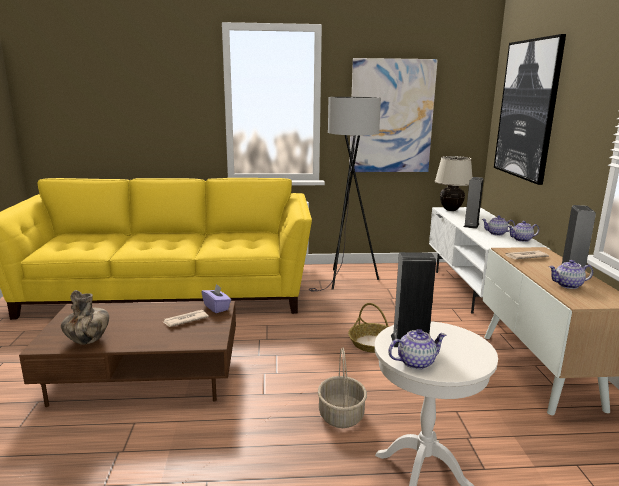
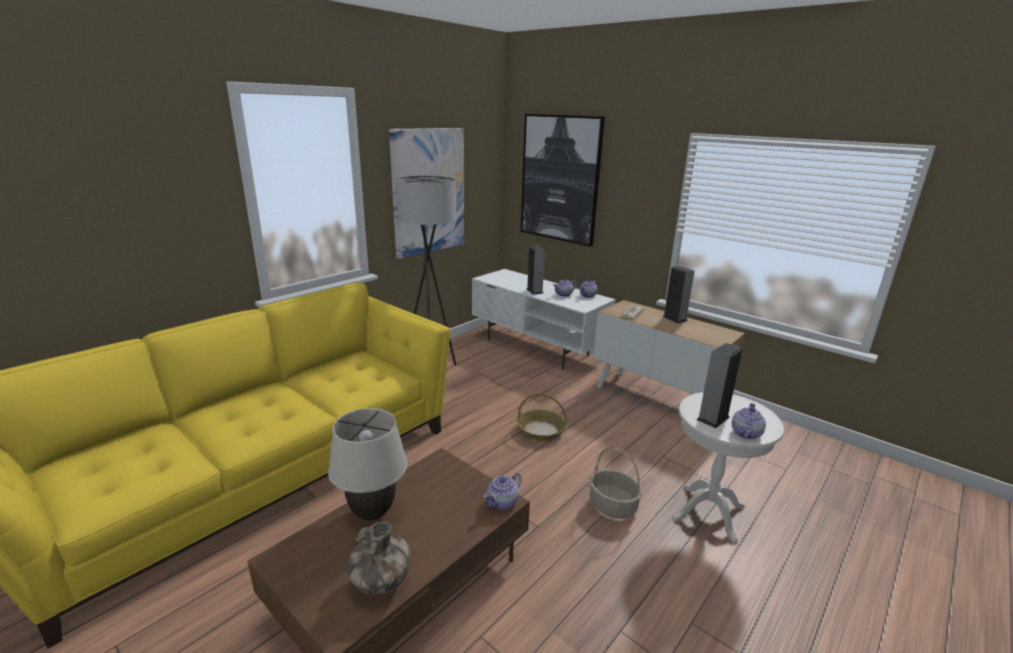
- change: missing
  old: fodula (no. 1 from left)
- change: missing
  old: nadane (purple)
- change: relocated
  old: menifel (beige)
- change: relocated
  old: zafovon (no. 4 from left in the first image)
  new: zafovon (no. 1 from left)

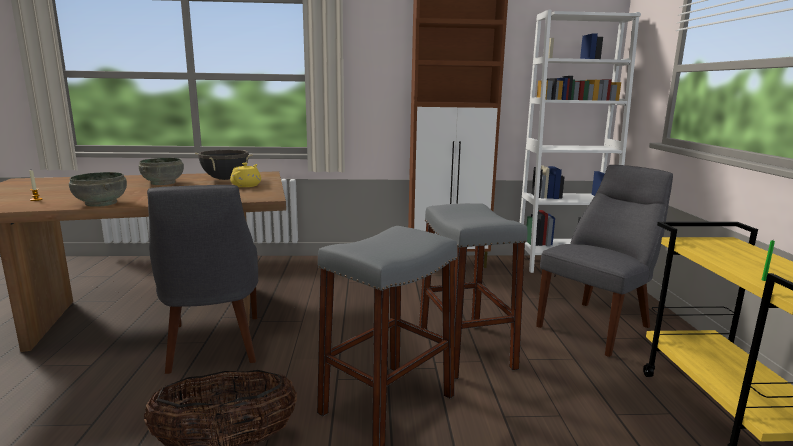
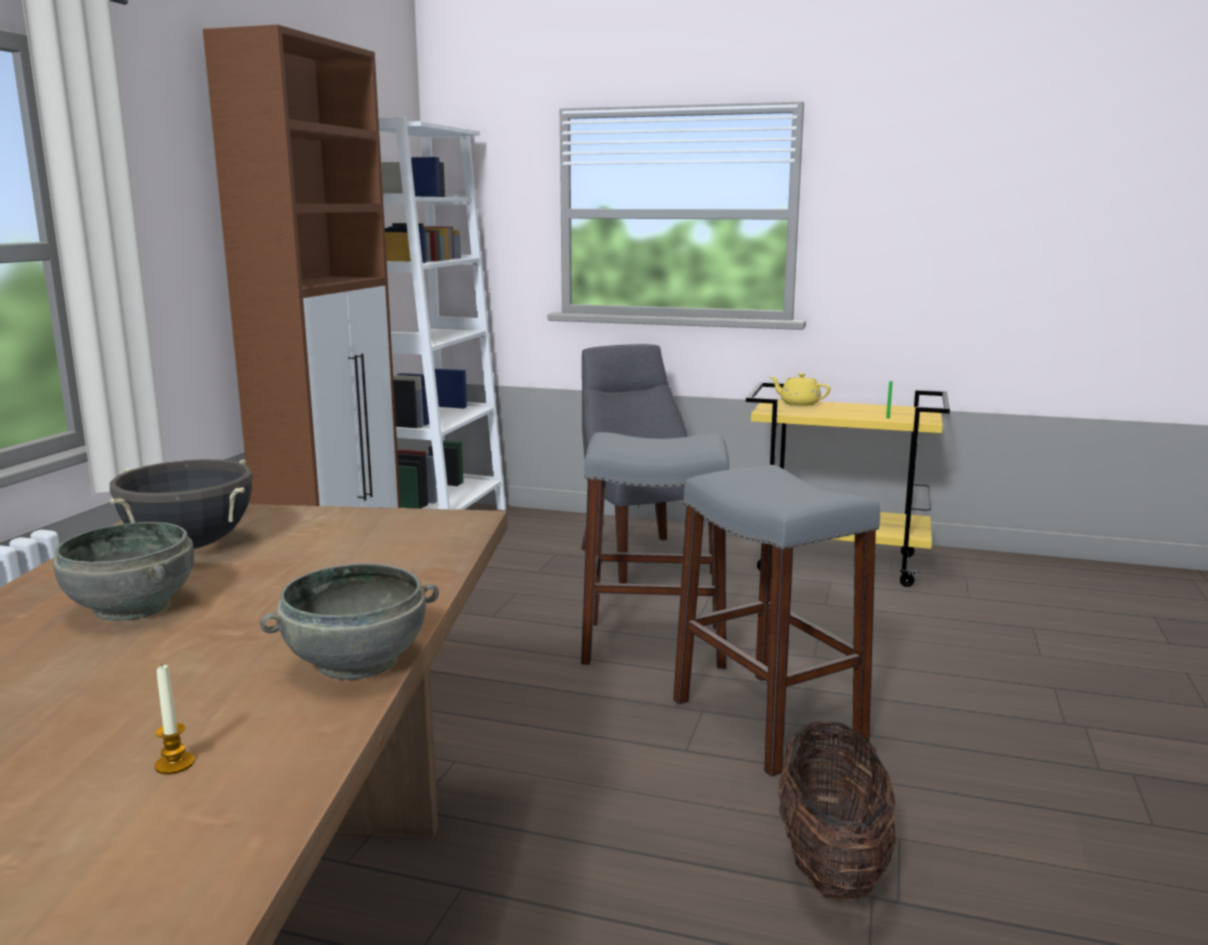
- change: missing
  old: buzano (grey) (no. 1 from left)
- change: relocated
  old: zafovon (yellow)

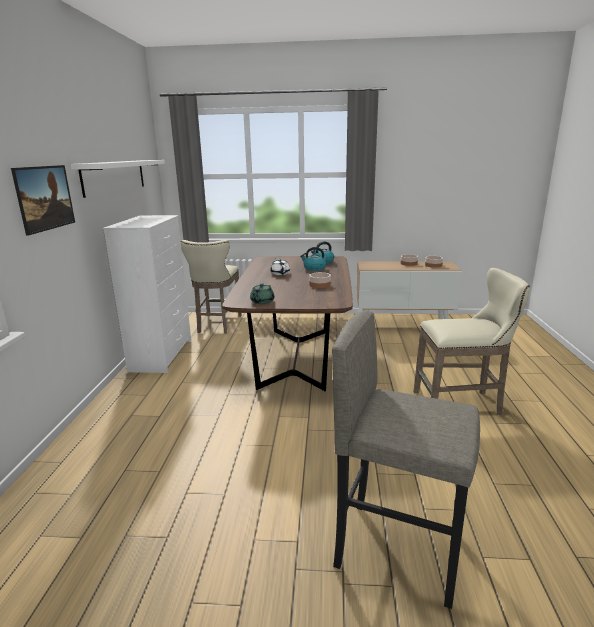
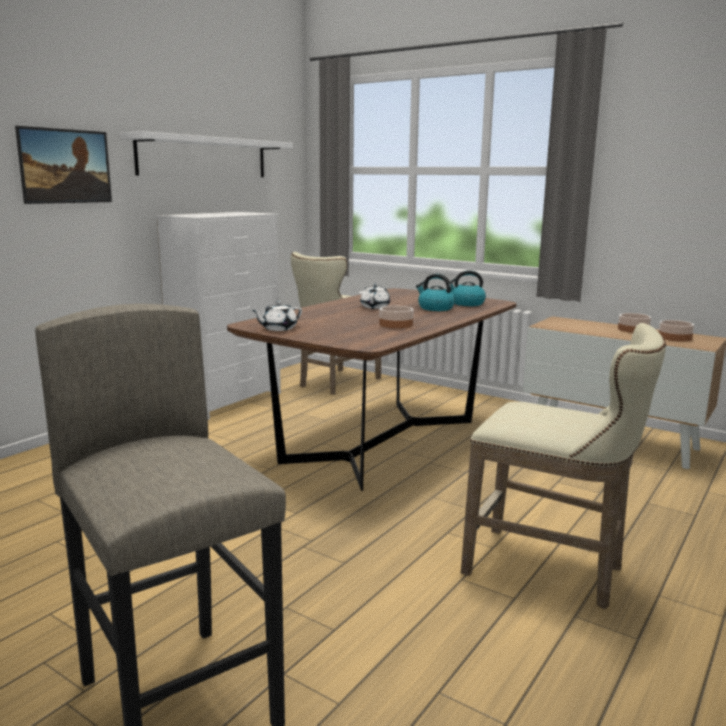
- change: colour
  old: zafovon (green)
  new: zafovon (white) (no. 1 from left)

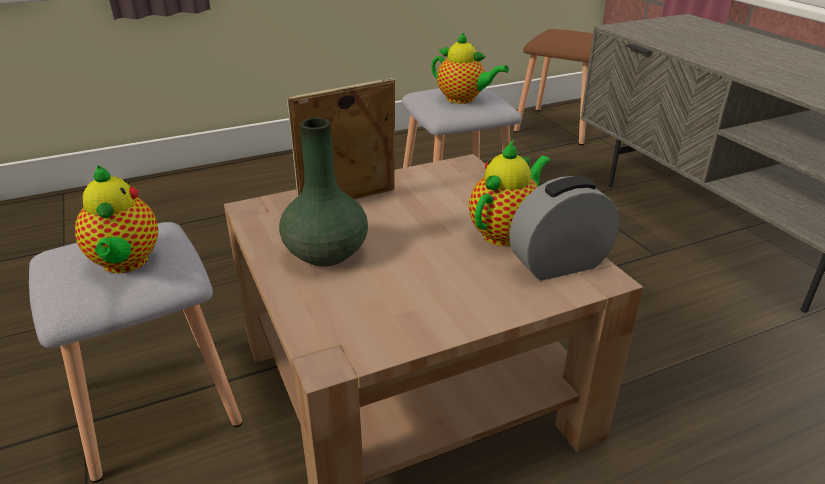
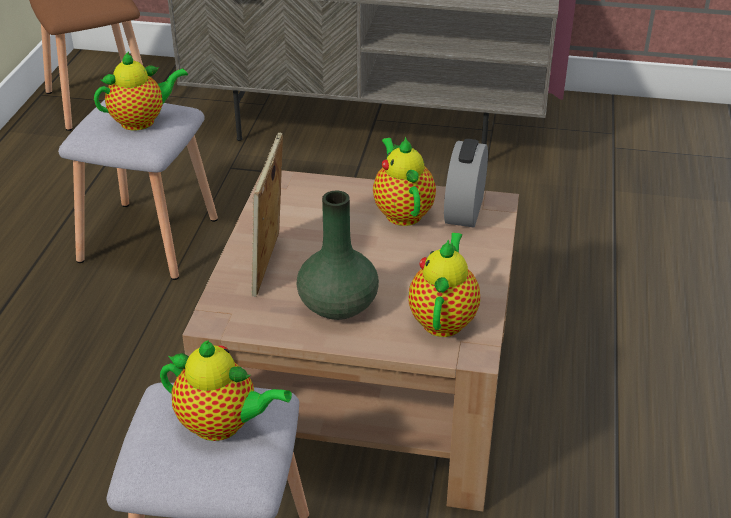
- change: appeared
  new: zafovon (no. 4 from left)

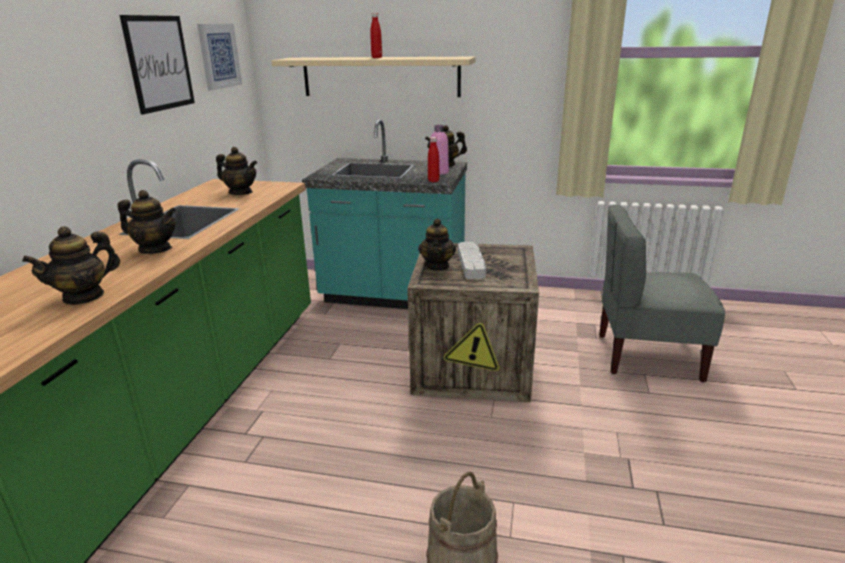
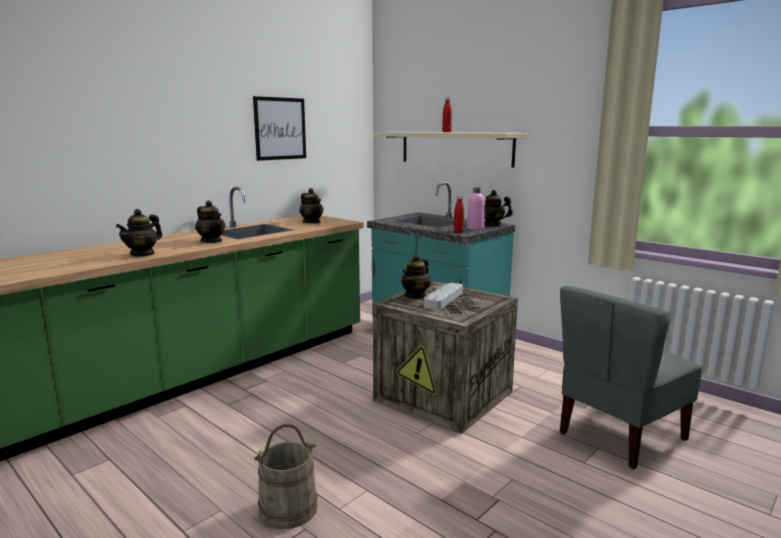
- change: spun
  old: zafovon (no. 1 from left)
  degrees: -45
- change: missing
  old: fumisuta (no. 2 from left)
- change: spun
  old: buzano (grey)
  degrees: -75

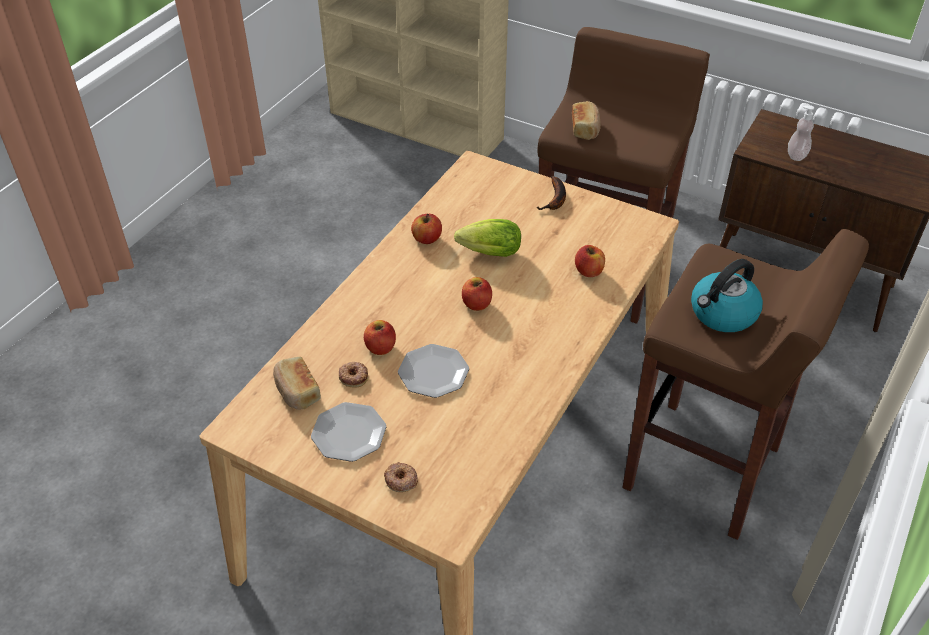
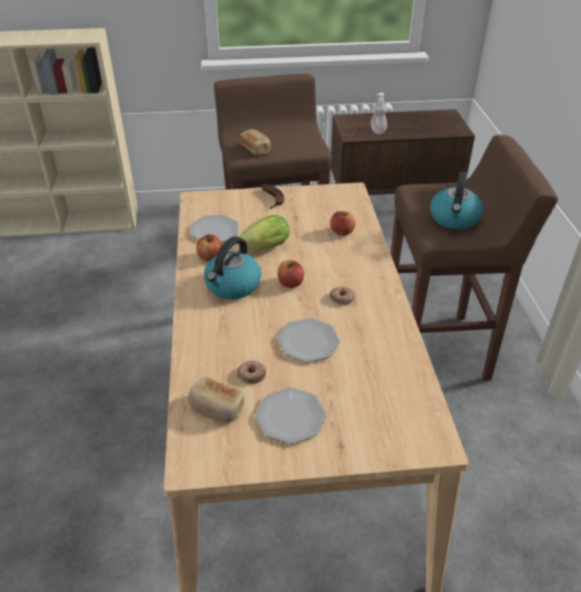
- change: missing
  old: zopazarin (no. 1 from left)
- change: relocated
  old: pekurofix (no. 2 from left)
- change: appeared
  new: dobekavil (no. 1 from left)
- change: appeared
  new: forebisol (no. 1 from left)

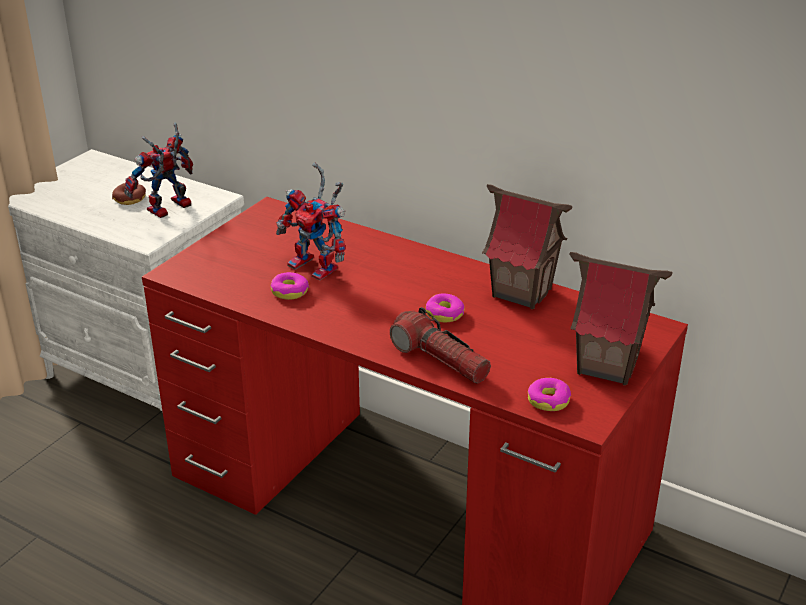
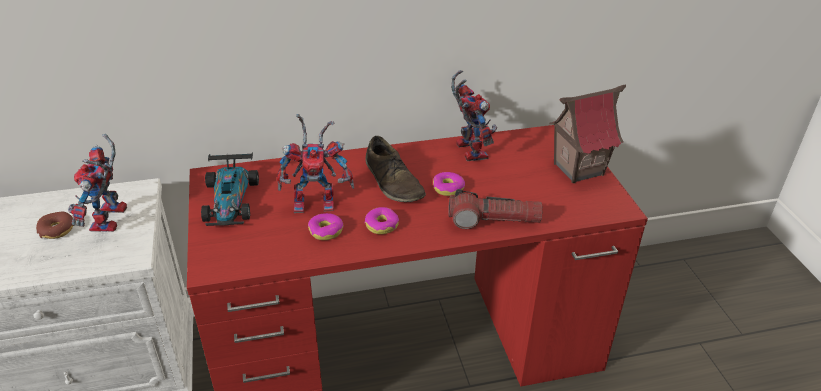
- change: exchanged
  old: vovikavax (no. 1 from left)
  new: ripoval (no. 3 from left)
- change: relocated
  old: pekurofix (no. 4 from left in the first image)
  new: pekurofix (no. 3 from left)
- change: appeared
  new: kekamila
- change: appeared
  new: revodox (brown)

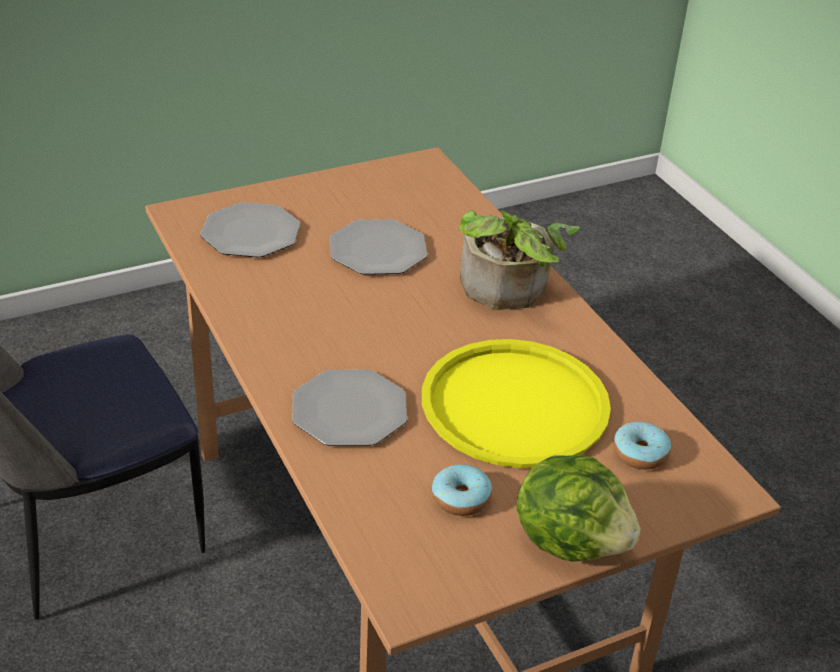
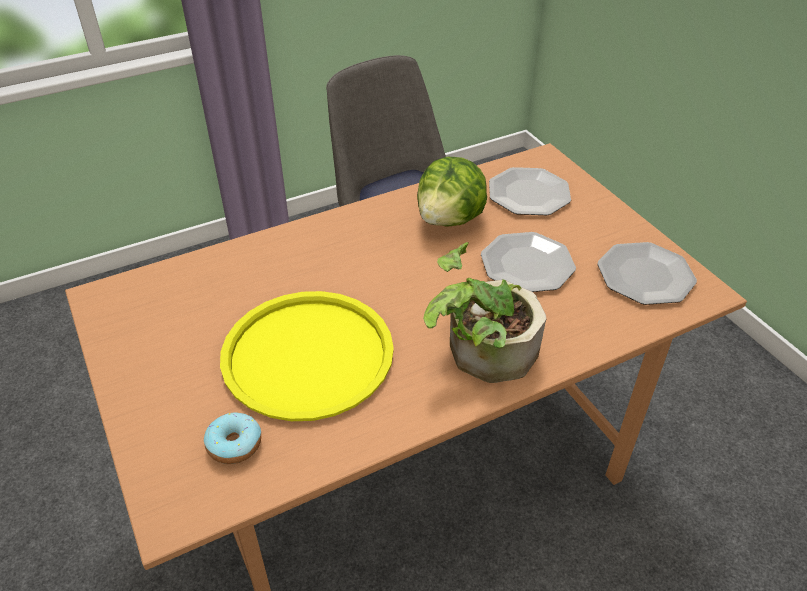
- change: relocated
  old: dobekavil (no. 2 from left in the first image)
  new: dobekavil (no. 3 from left)
- change: missing
  old: pekurofix (no. 1 from left)
- change: relocated
  old: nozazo

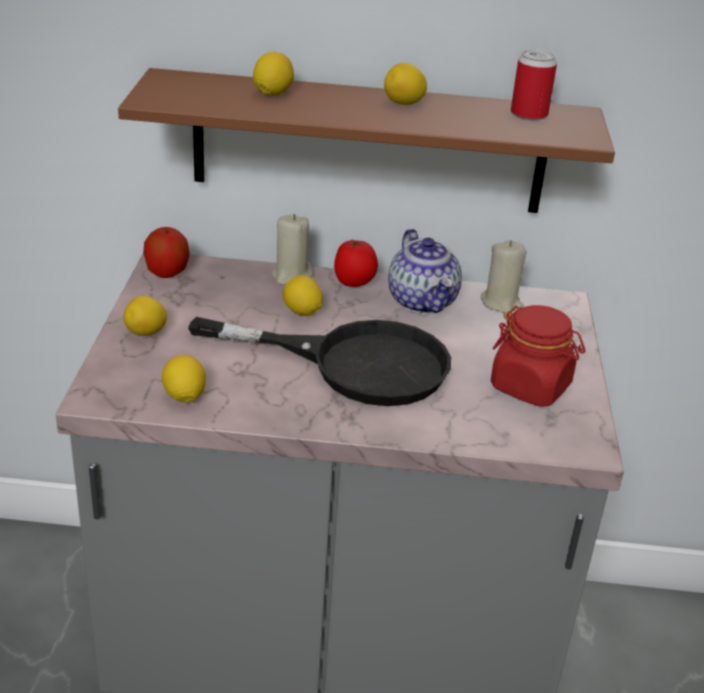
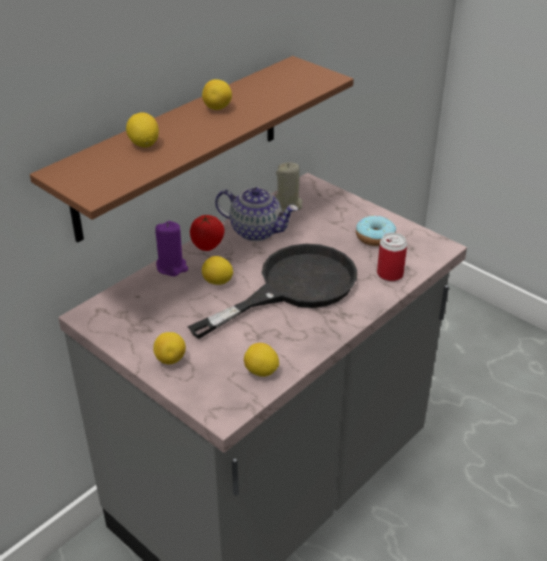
- change: missing
  old: zopazarin
- change: colour
  old: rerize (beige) (no. 1 from left)
  new: rerize (purple)
- change: exchanged
  old: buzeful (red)
  new: pekurofix
- change: relocated
  old: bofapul

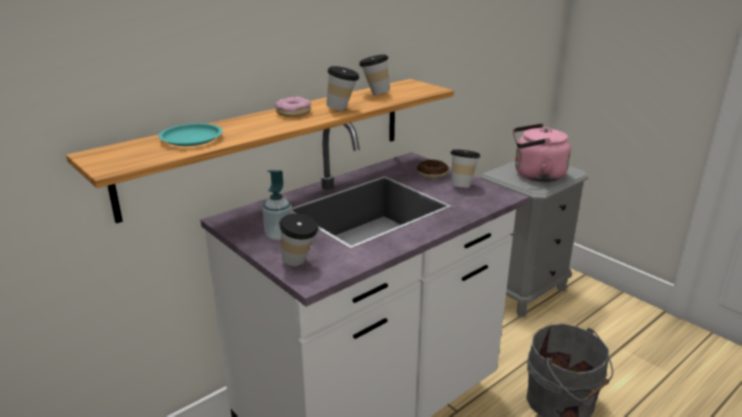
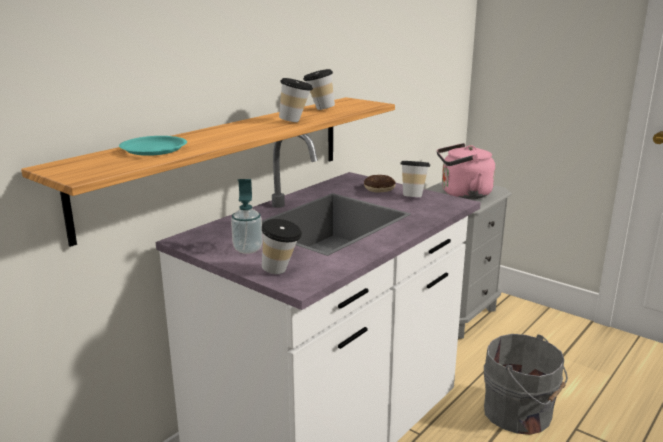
- change: missing
  old: pekurofix (no. 1 from left)

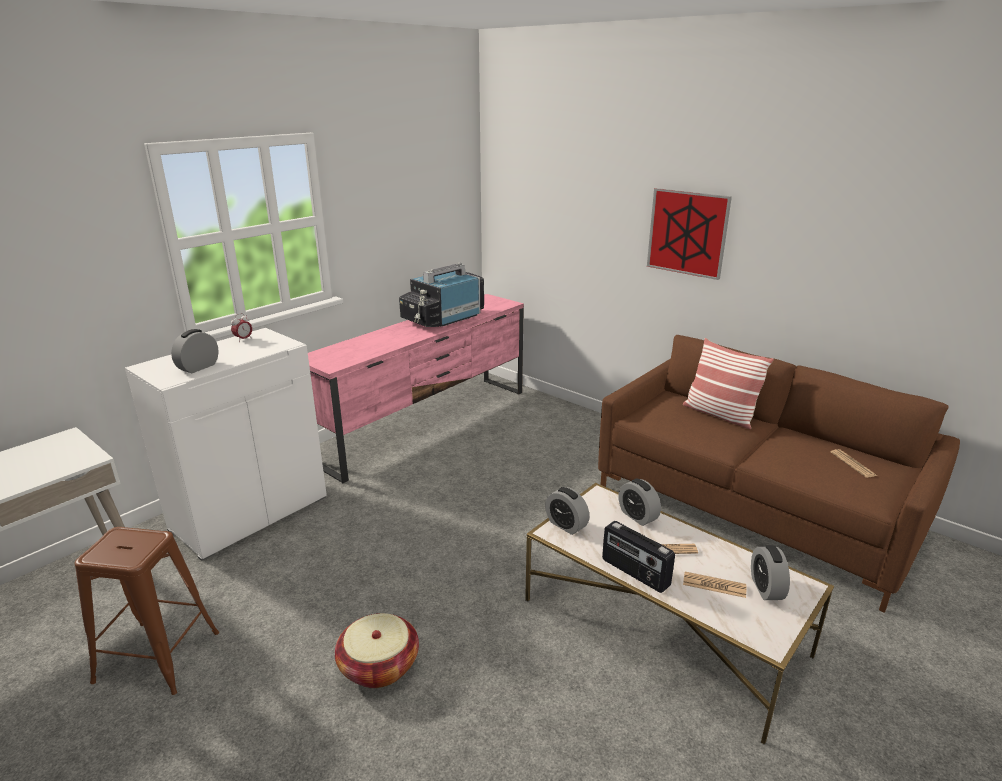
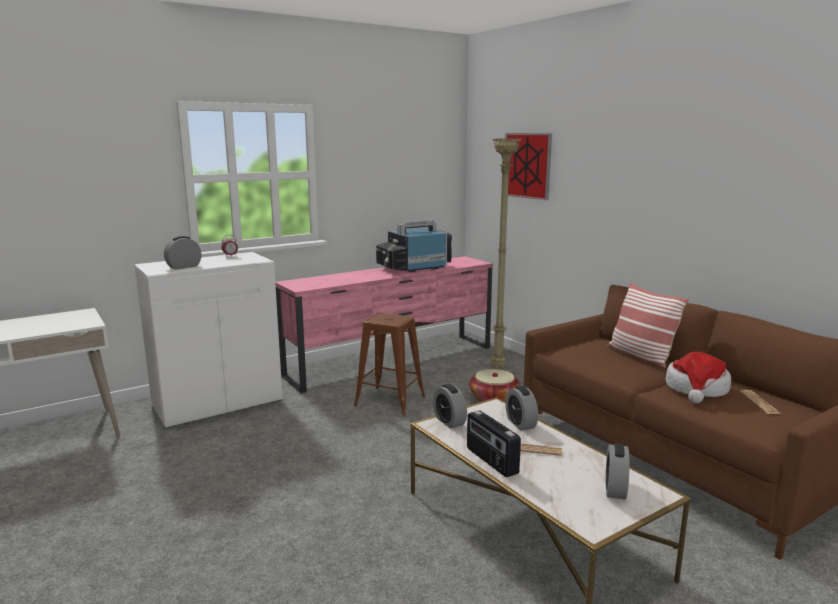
- change: relocated
  old: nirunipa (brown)
- change: relocated
  old: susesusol
- change: relocated
  old: fumisuta
- change: missing
  old: fodula (no. 2 from left)
- change: appeared
  new: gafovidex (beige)
- change: appeared
  new: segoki

